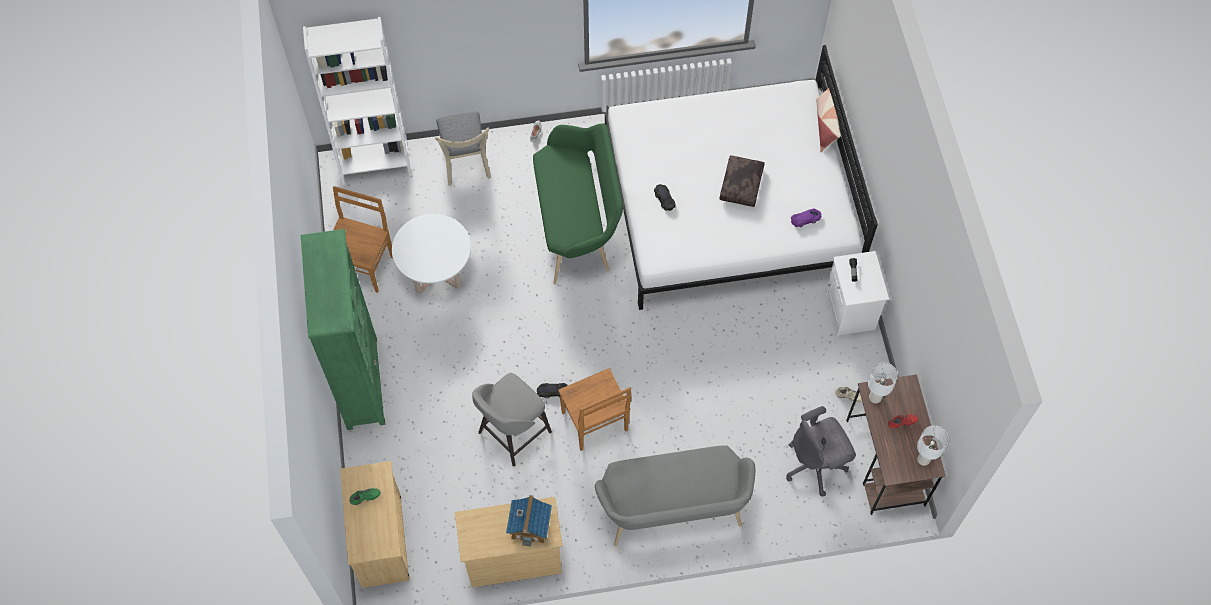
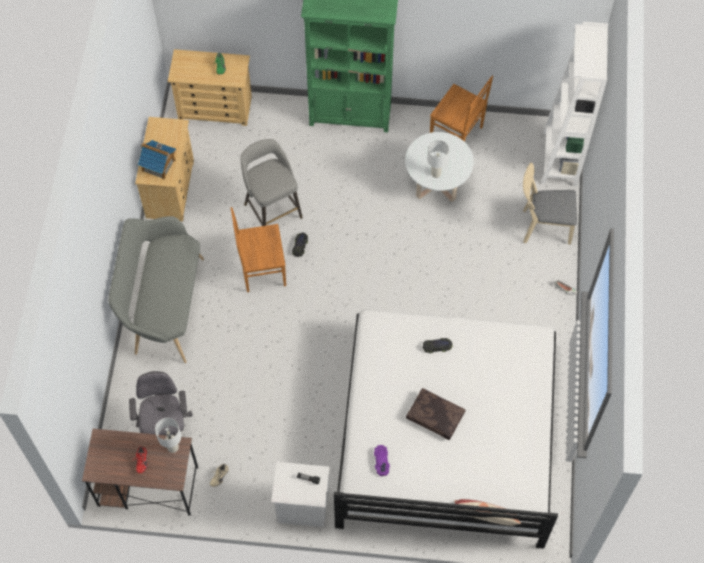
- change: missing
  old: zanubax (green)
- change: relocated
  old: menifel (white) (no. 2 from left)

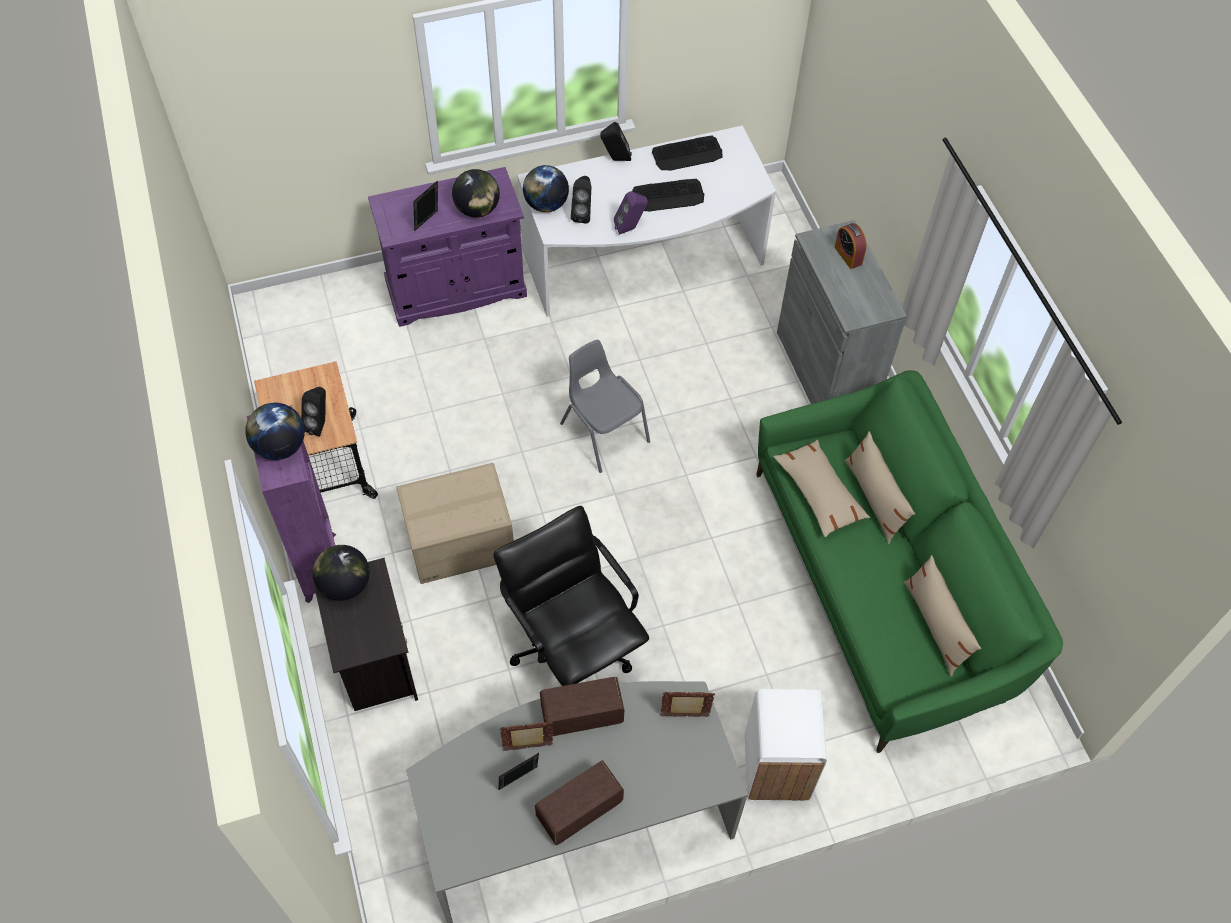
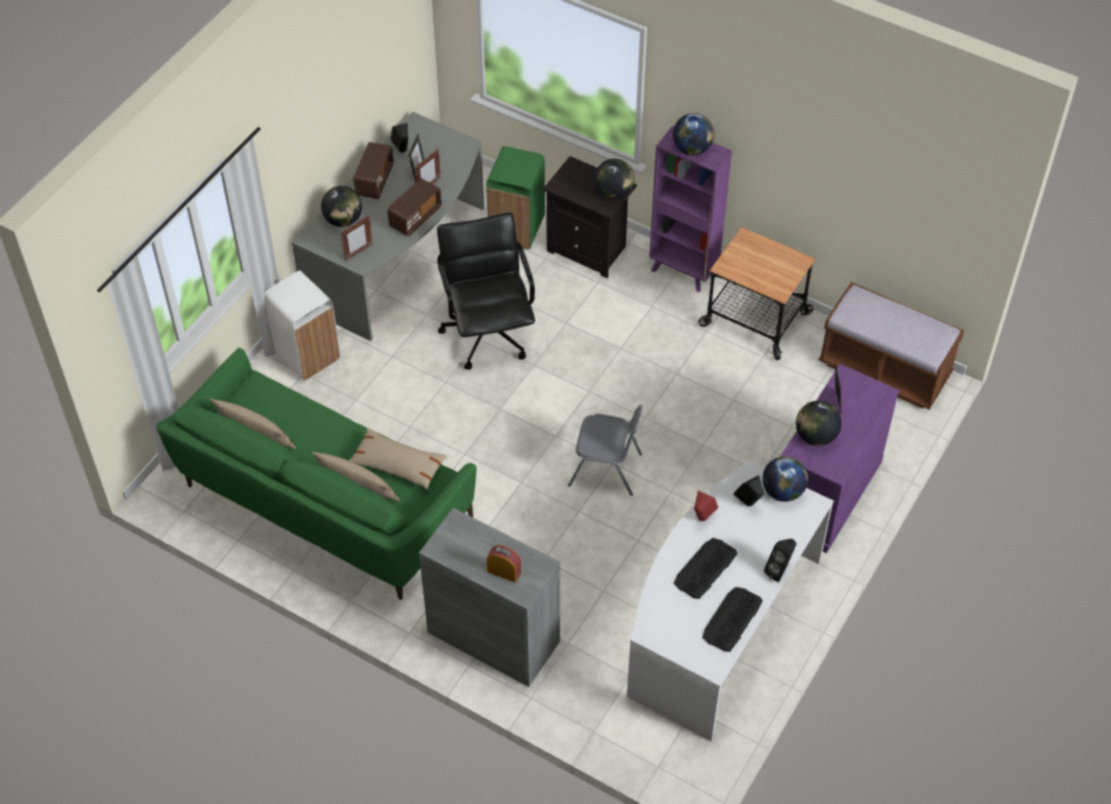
- change: relocated
  old: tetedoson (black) (no. 1 from left)
- change: missing
  old: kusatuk
- change: spun
  old: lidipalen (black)
  degrees: -120
- change: colour
  old: tetedoson (purple)
  new: tetedoson (red)
- change: appeared
  new: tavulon (no. 1 from left)
- change: appeared
  new: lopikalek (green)
- change: appeared
  new: zanubax (brown)

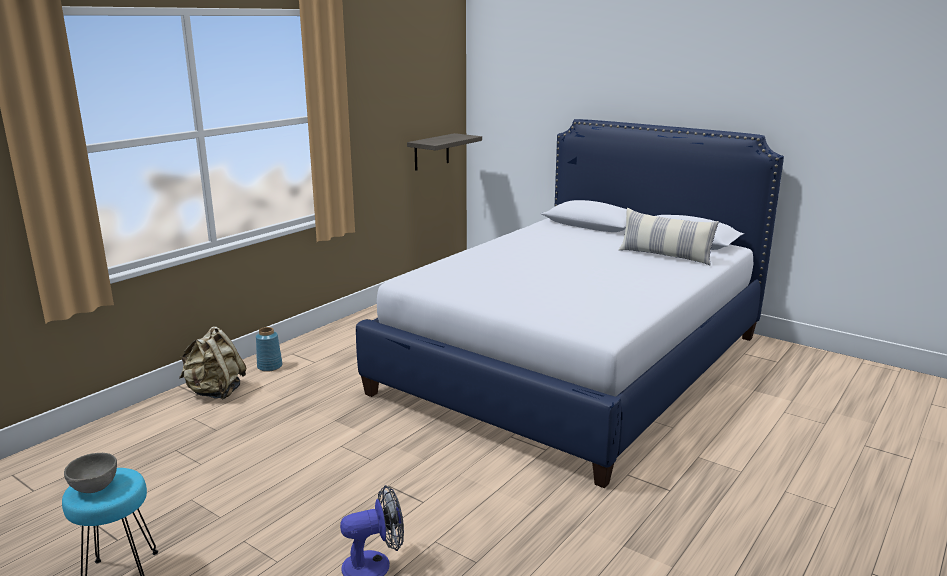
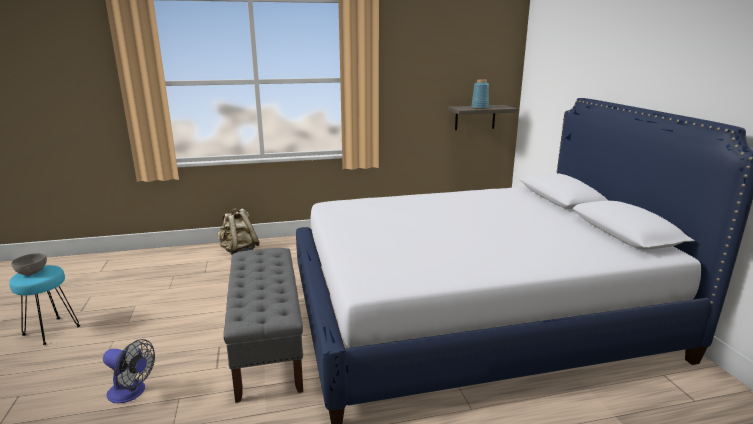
- change: relocated
  old: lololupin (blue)
- change: missing
  old: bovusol
- change: appeared
  new: zanubax (grey)

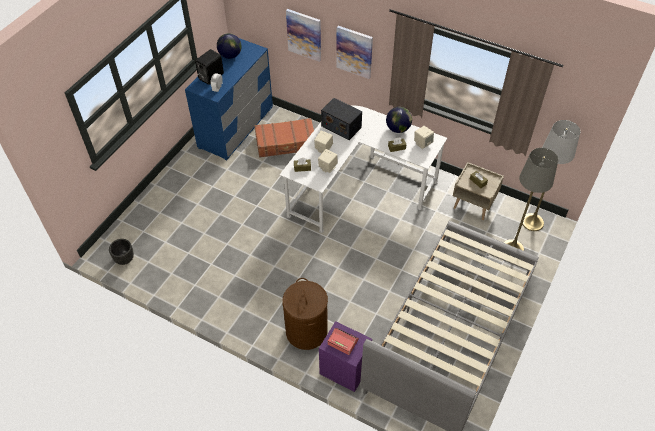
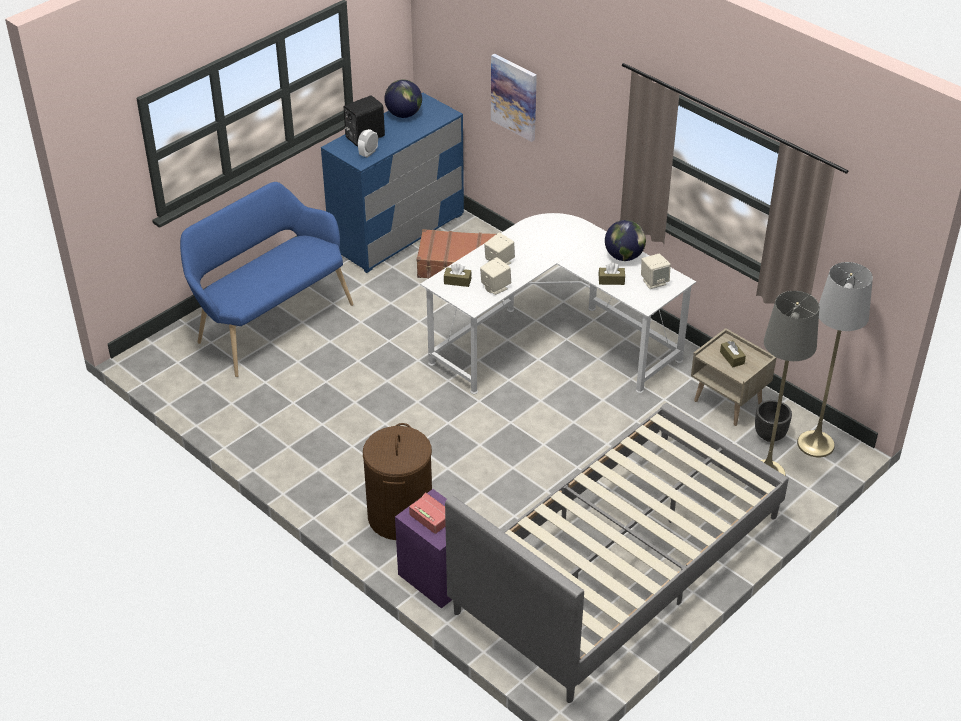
- change: relocated
  old: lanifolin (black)
- change: missing
  old: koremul
- change: missing
  old: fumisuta (no. 2 from left)
- change: appeared
  new: zanubax (blue)

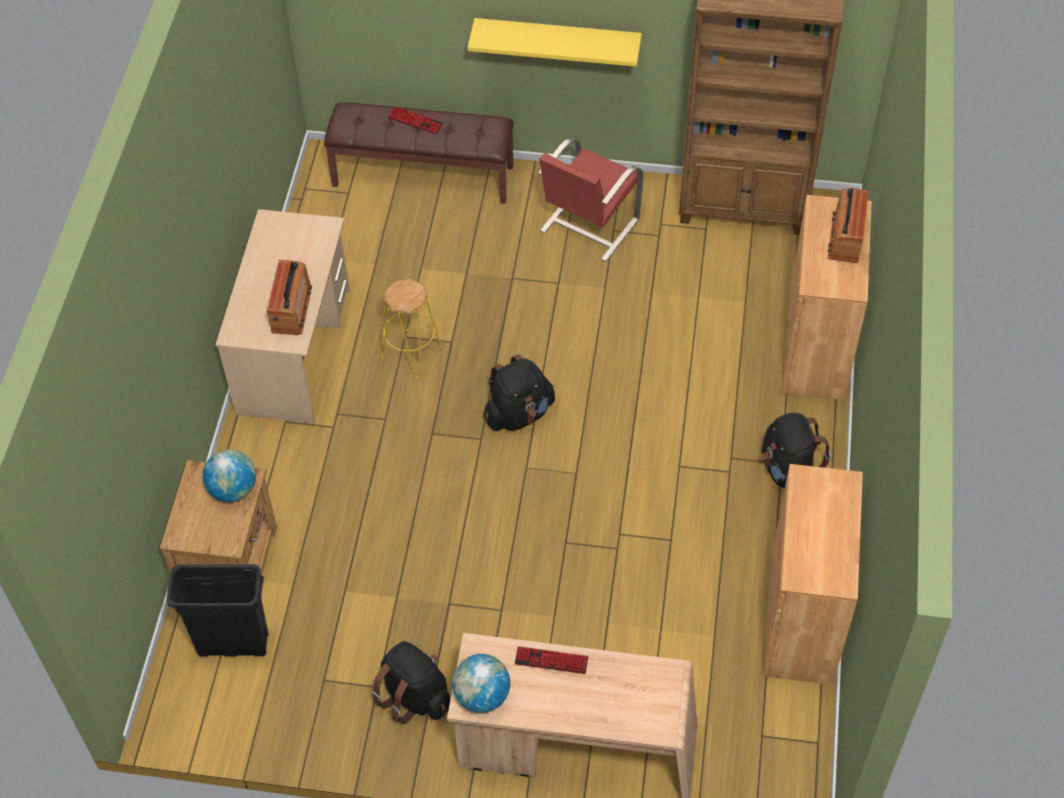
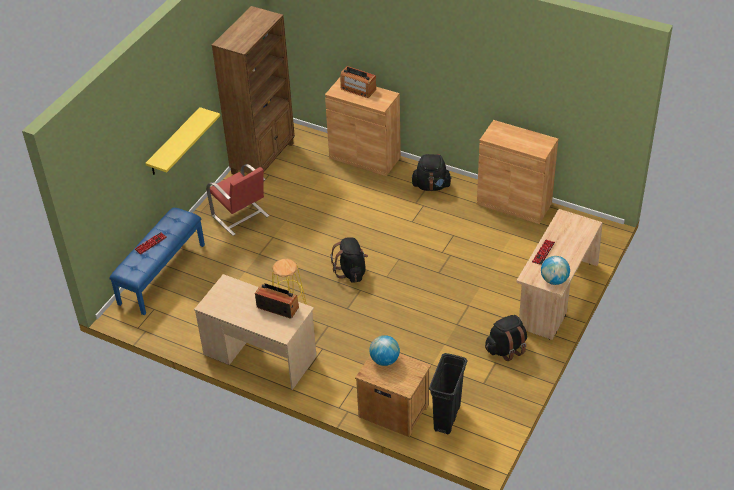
- change: colour
  old: zanubax (brown)
  new: zanubax (blue)

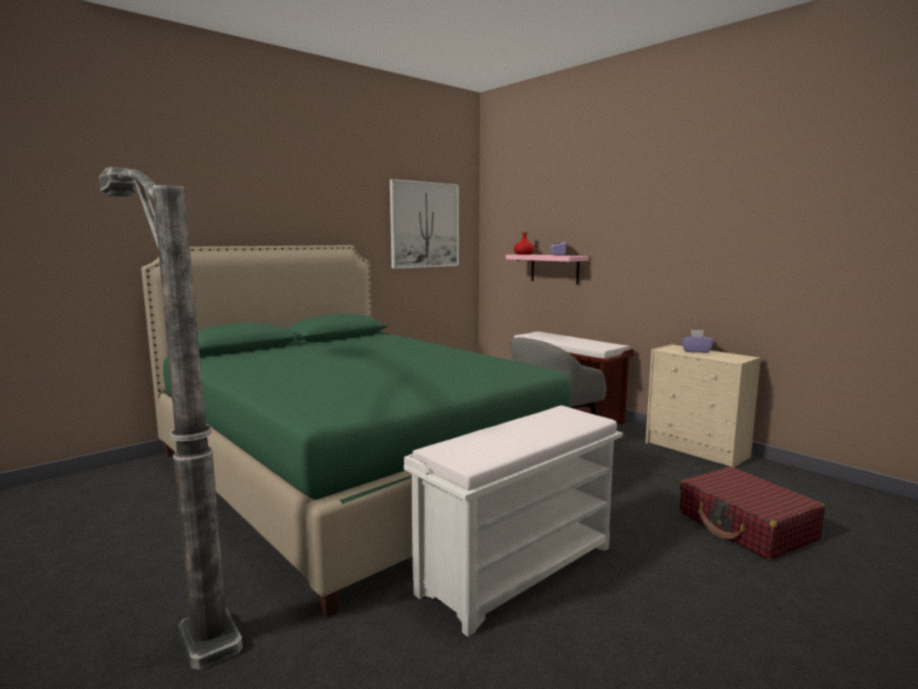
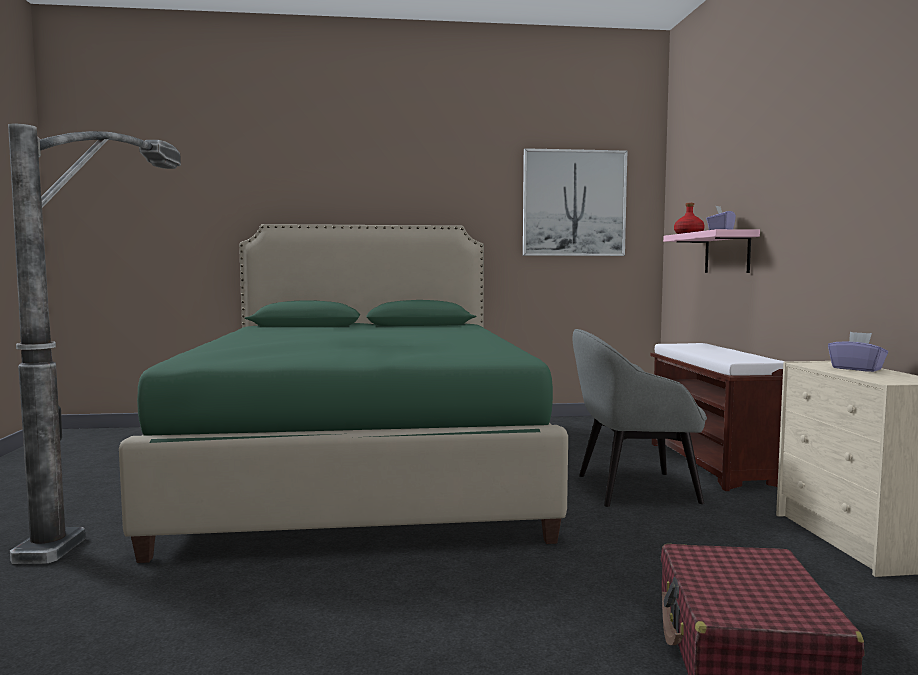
- change: missing
  old: zanubax (white)

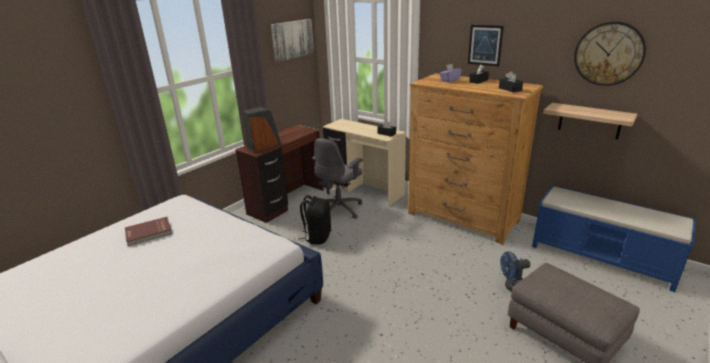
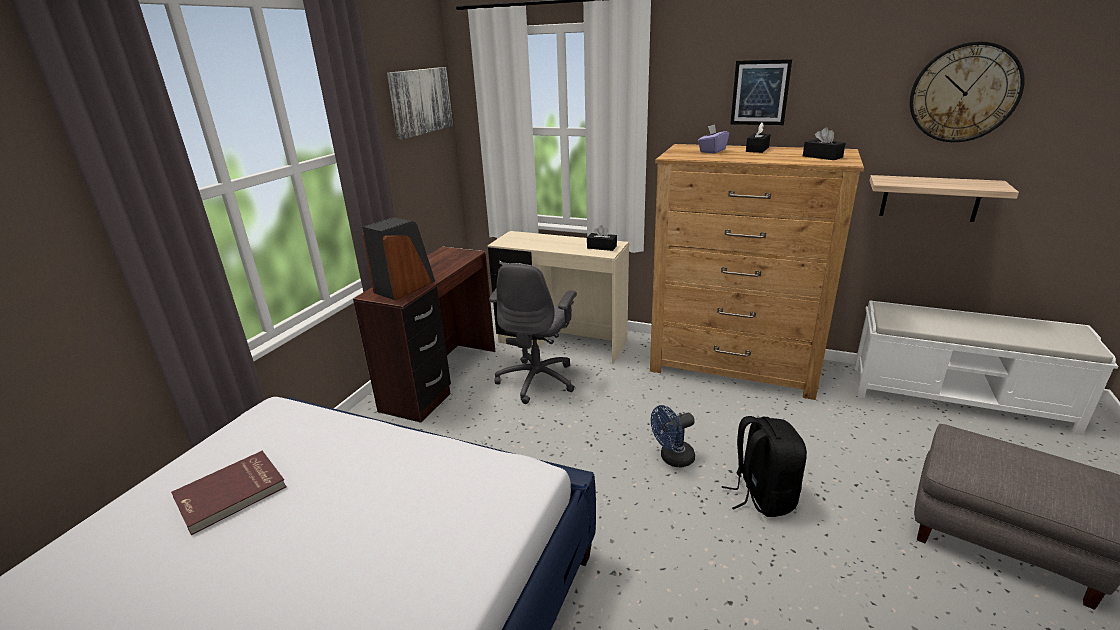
- change: relocated
  old: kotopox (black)
- change: relocated
  old: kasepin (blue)
- change: colour
  old: zanubax (blue)
  new: zanubax (white)

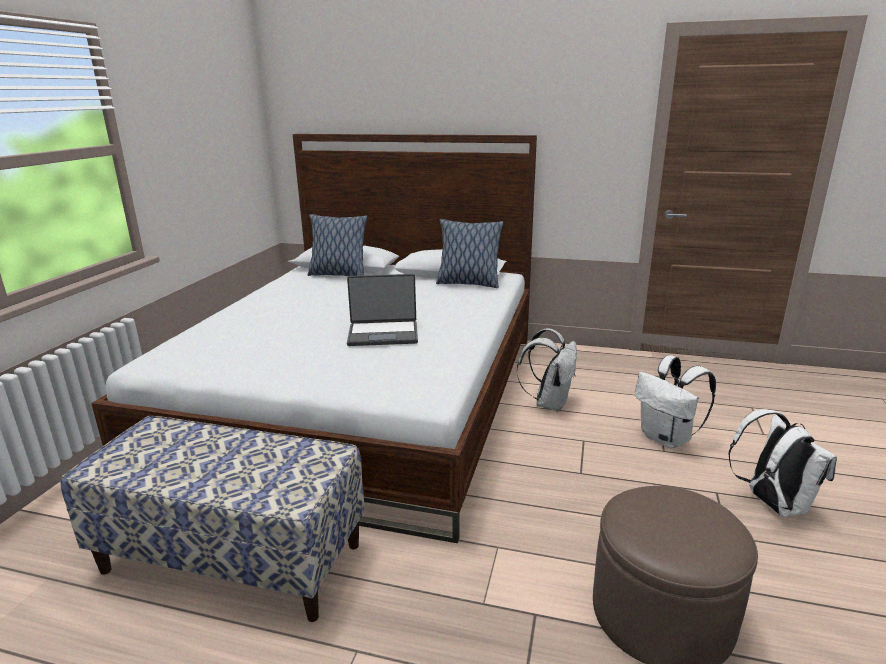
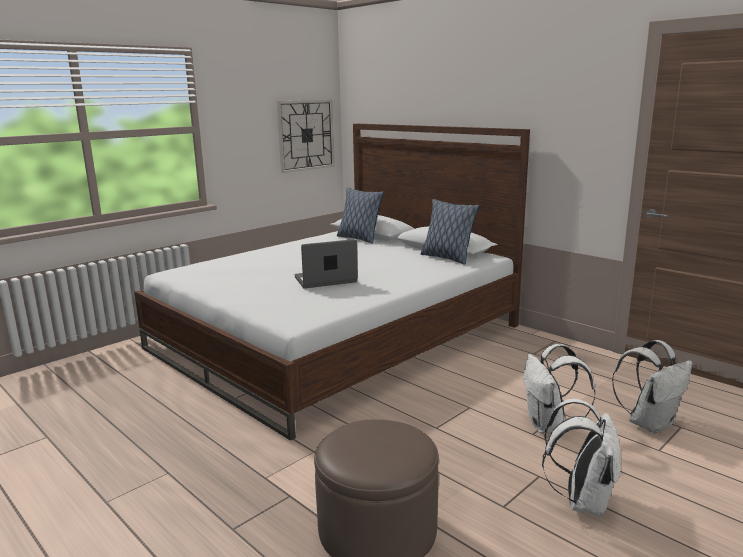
- change: missing
  old: zanubax
- change: spun
  old: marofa
  degrees: 135
- change: relocated
  old: kotopox (white) (no. 1 from left in the first image)
  new: kotopox (white) (no. 3 from left)
- change: appeared
  new: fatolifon

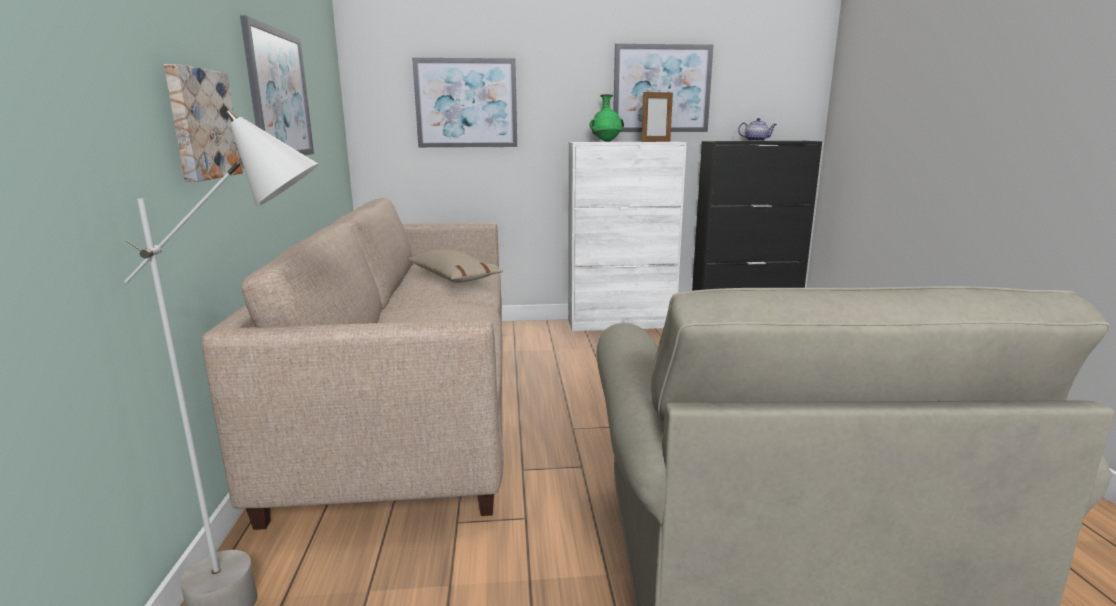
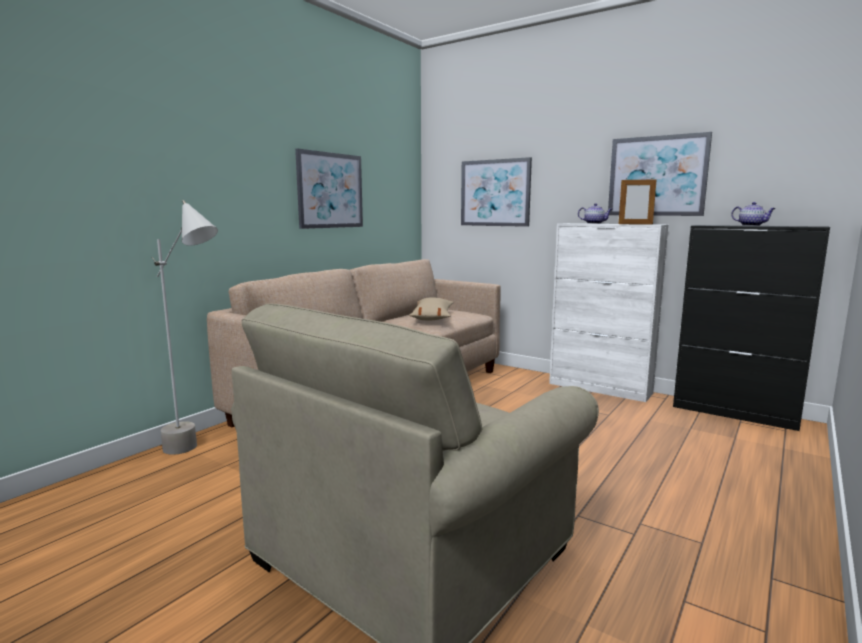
- change: missing
  old: fumisuta (no. 1 from left)
- change: exchanged
  old: lololupin (green)
  new: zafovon (no. 1 from left)

